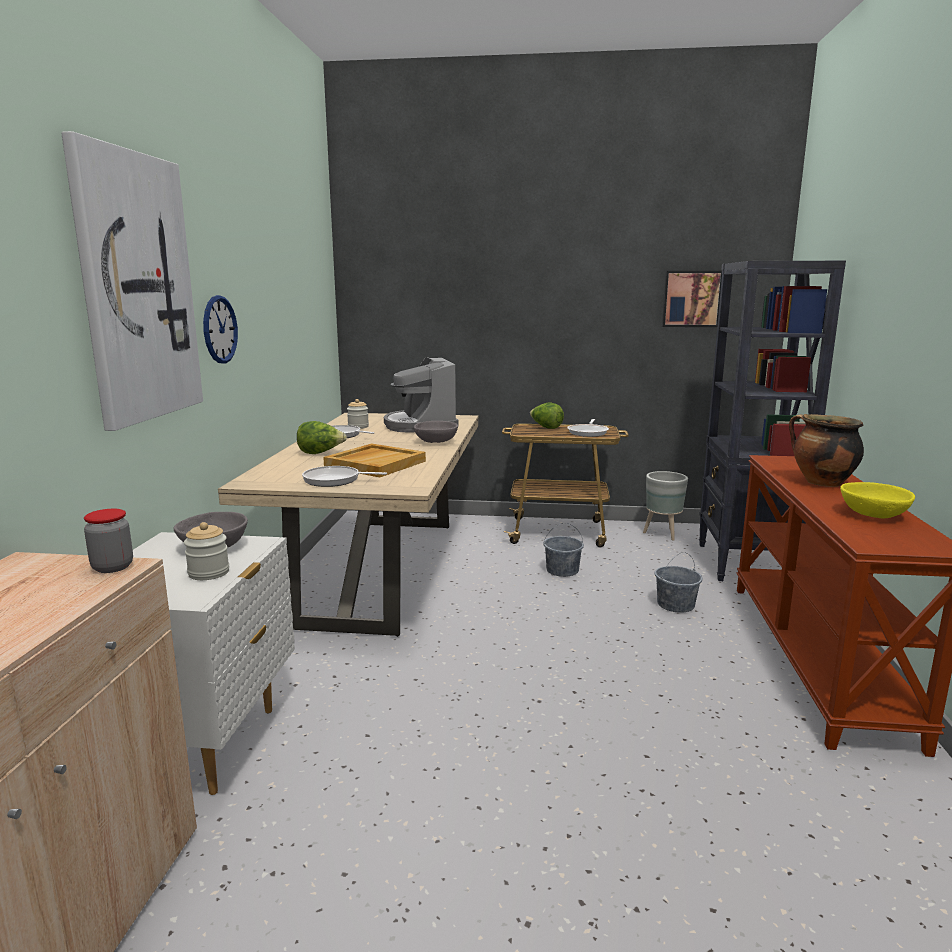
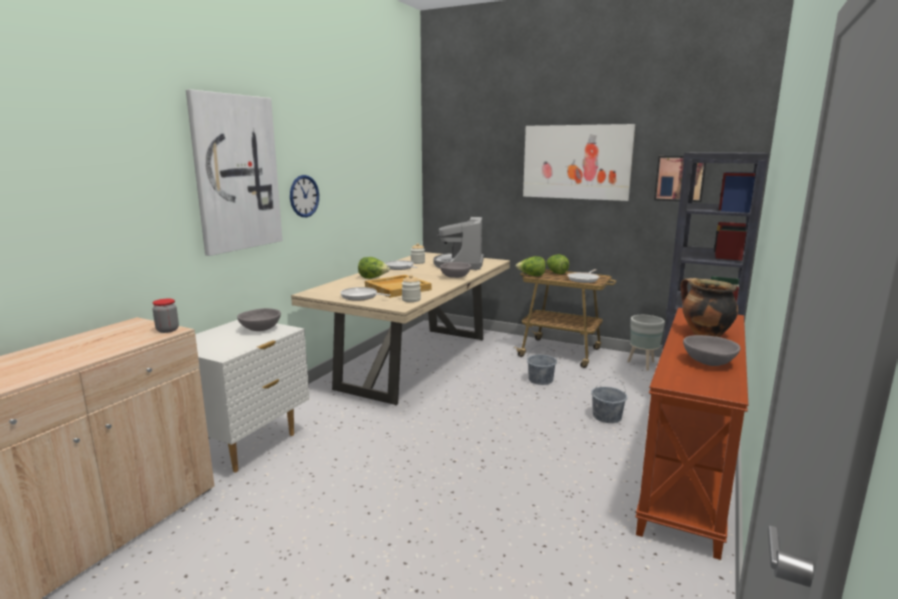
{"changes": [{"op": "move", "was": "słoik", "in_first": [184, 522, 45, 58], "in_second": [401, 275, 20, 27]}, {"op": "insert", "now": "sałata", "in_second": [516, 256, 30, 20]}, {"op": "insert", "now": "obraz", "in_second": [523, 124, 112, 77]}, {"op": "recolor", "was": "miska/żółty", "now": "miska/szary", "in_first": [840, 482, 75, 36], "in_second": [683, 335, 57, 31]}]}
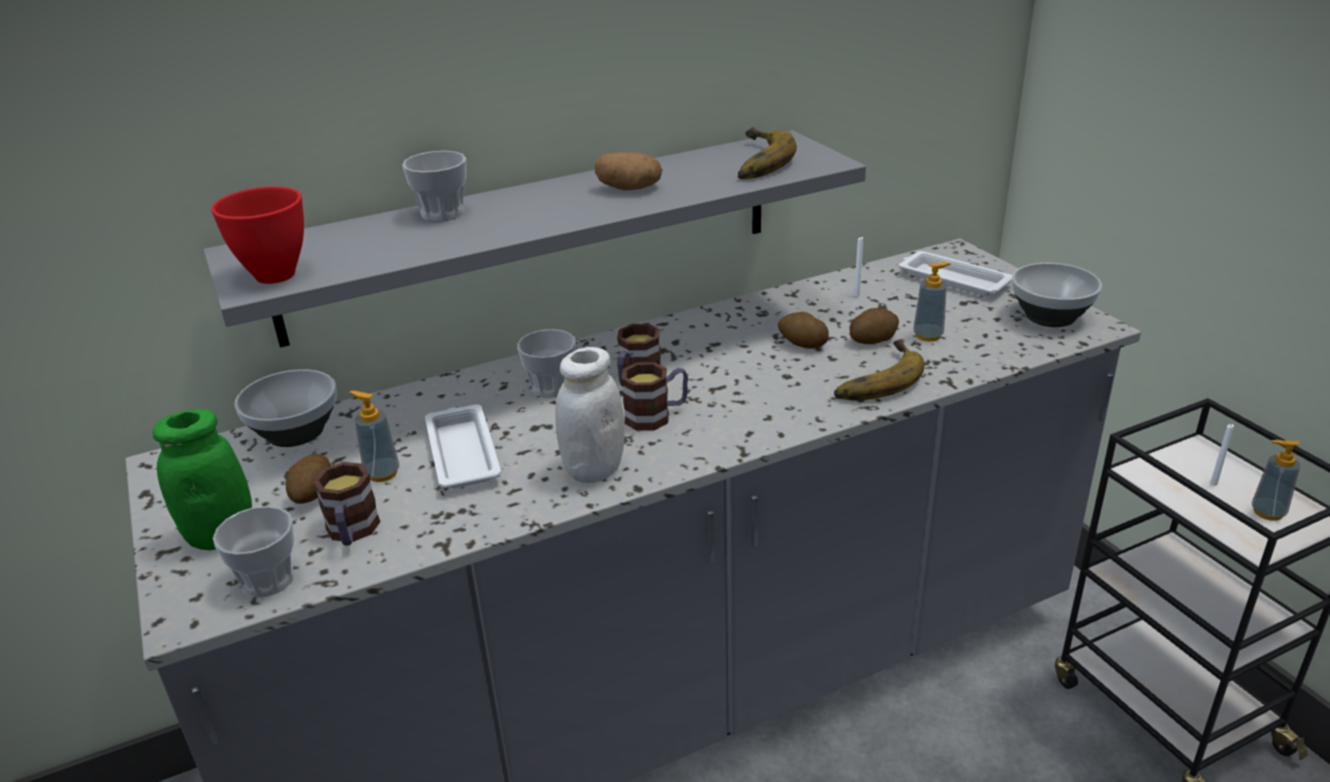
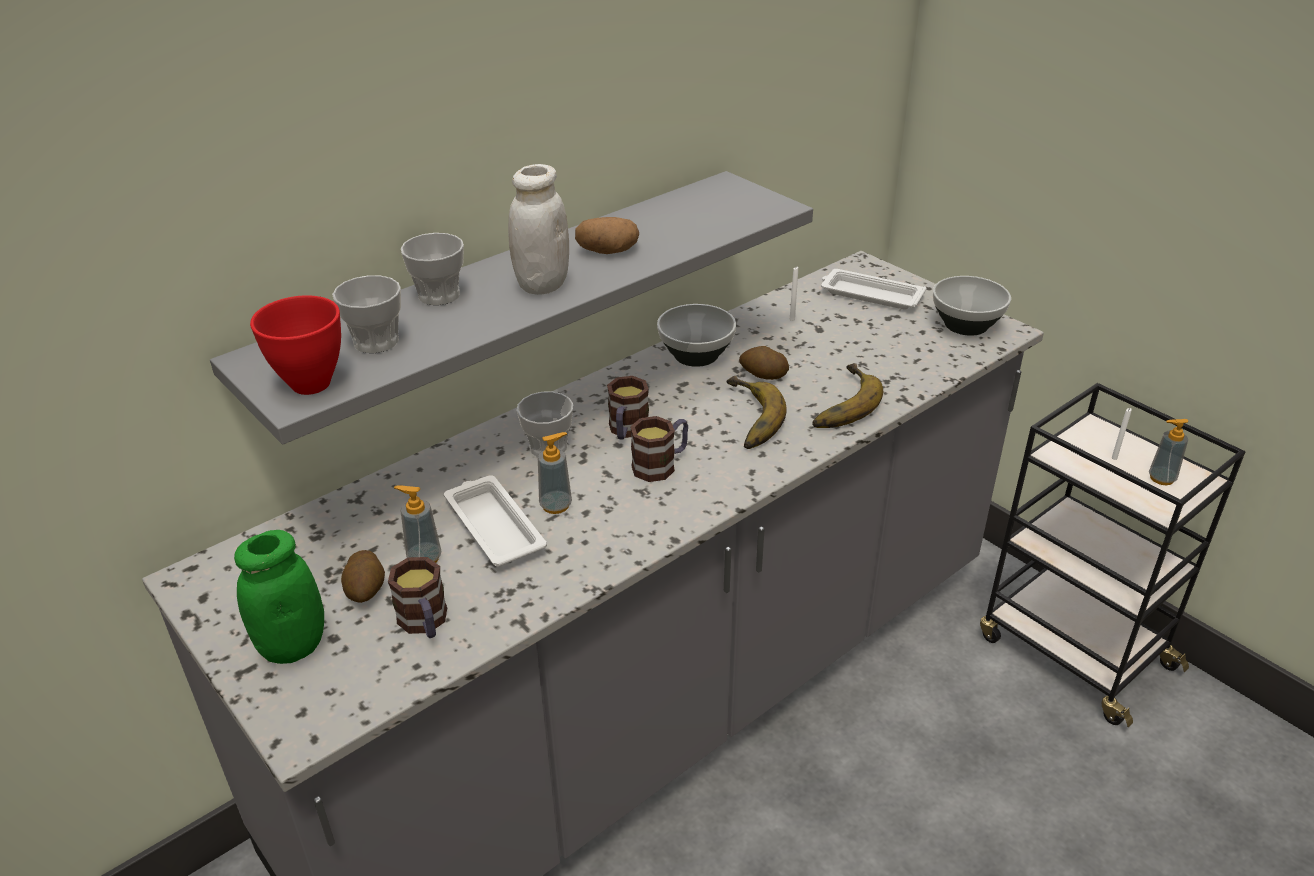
{"changes": [{"op": "move", "was": "filiżanka", "in_first": [213, 506, 82, 91], "in_second": [332, 275, 69, 78]}, {"op": "move", "was": "słoik/biały", "in_first": [555, 347, 69, 136], "in_second": [508, 164, 61, 131]}, {"op": "move", "was": "dozownik mydła", "in_first": [913, 262, 38, 80], "in_second": [538, 432, 34, 82]}, {"op": "move", "was": "miska", "in_first": [235, 369, 102, 78], "in_second": [657, 304, 79, 63]}, {"op": "move", "was": "banan", "in_first": [738, 127, 59, 52], "in_second": [726, 376, 61, 73]}, {"op": "delete", "was": "ziemniak", "in_first": [850, 308, 49, 36]}]}
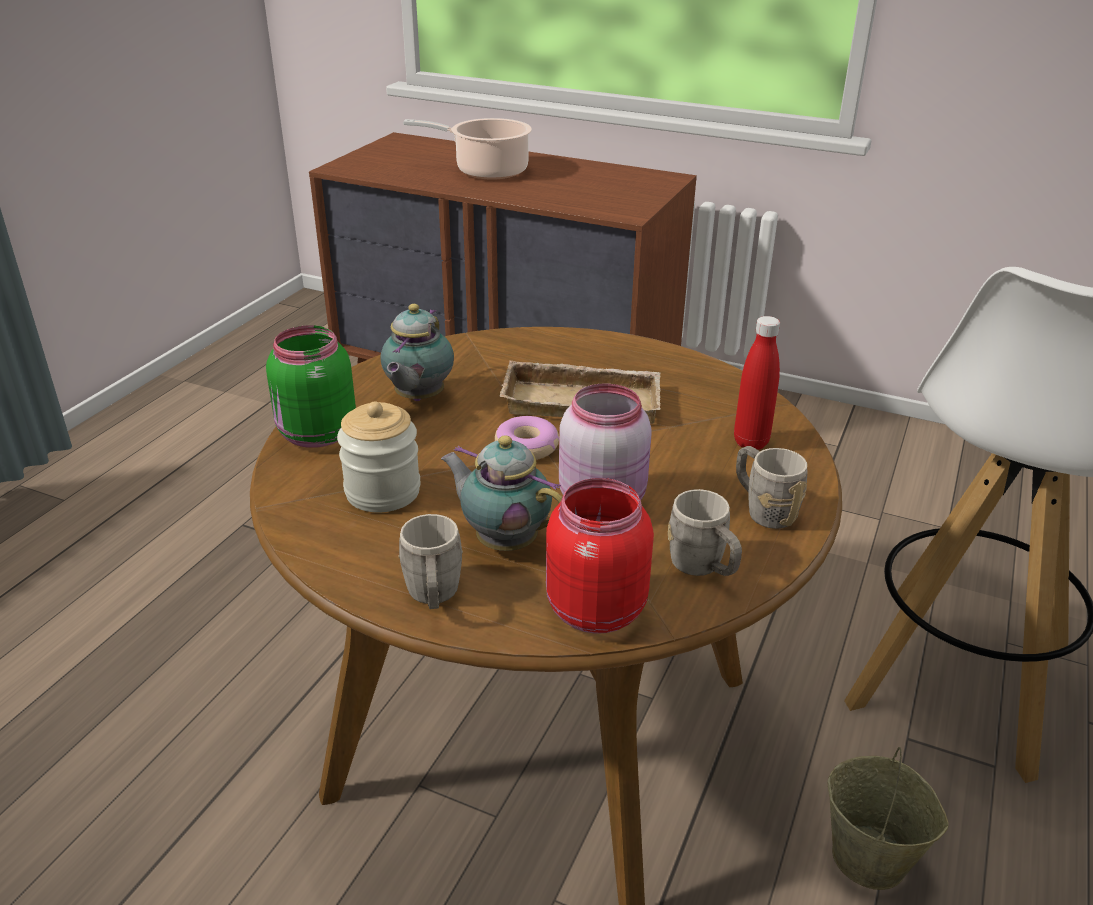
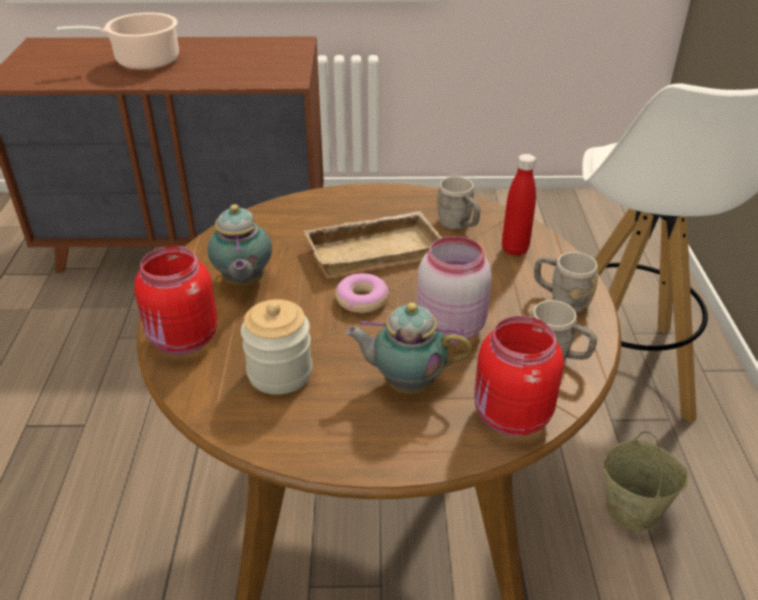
{"changes": [{"op": "recolor", "was": "słoik/zielony", "now": "słoik/czerwony", "in_first": [266, 325, 90, 123], "in_second": [134, 246, 83, 109]}, {"op": "move", "was": "kubek/szary", "in_first": [399, 514, 64, 95], "in_second": [437, 176, 43, 53]}]}
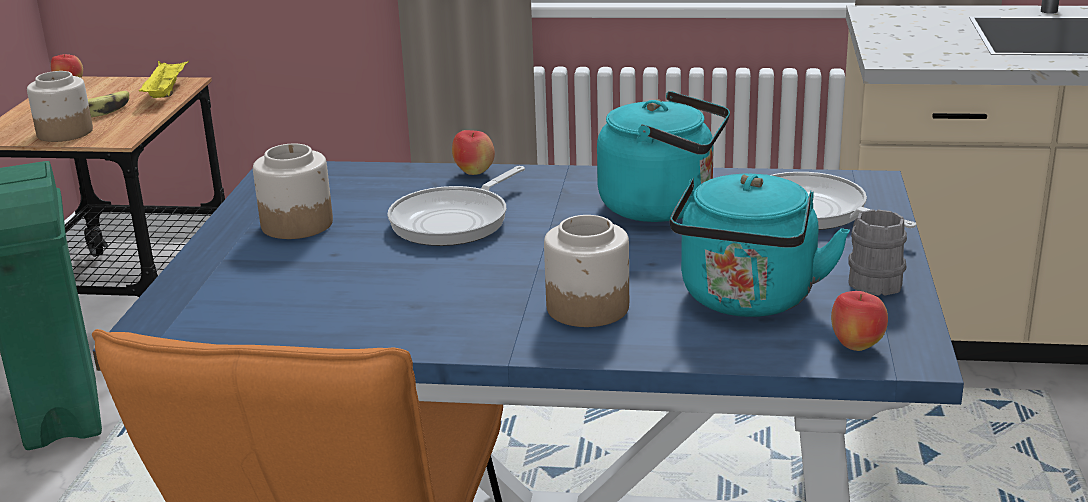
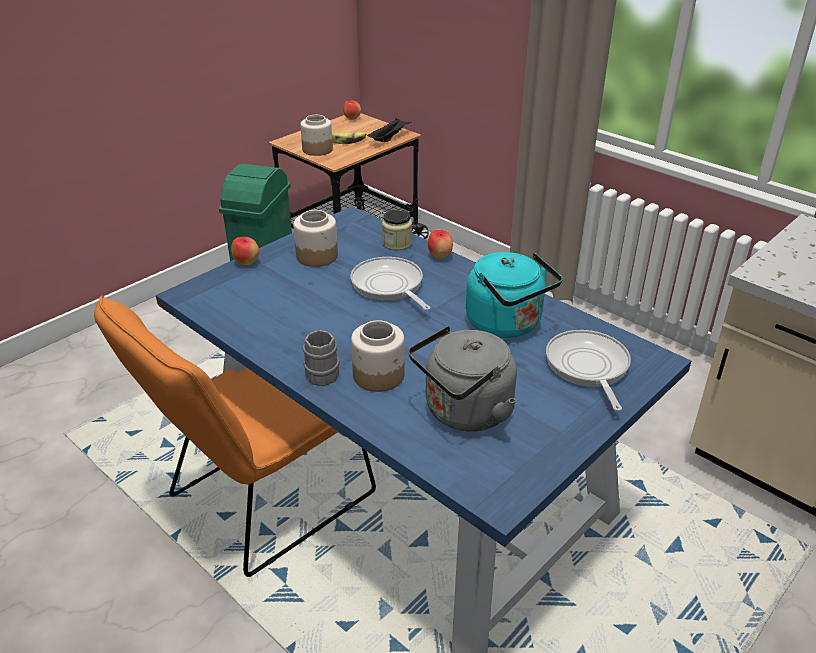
{"changes": [{"op": "move", "was": "jabłko", "in_first": [831, 291, 57, 60], "in_second": [231, 237, 28, 28]}, {"op": "move", "was": "kubek/szary", "in_first": [849, 209, 58, 87], "in_second": [303, 330, 37, 56]}, {"op": "rotate", "was": "patelnia", "in_first": [388, 166, 137, 80], "in_second": [350, 257, 81, 54], "clockwise": 75}, {"op": "recolor", "was": "taca/żółty", "now": "taca/czarny", "in_first": [139, 60, 50, 38], "in_second": [367, 118, 44, 24]}, {"op": "insert", "now": "słoik", "in_second": [382, 209, 30, 41]}, {"op": "recolor", "was": "czajnik/turkusowy", "now": "czajnik/szary", "in_first": [670, 174, 180, 143], "in_second": [408, 326, 109, 106]}]}
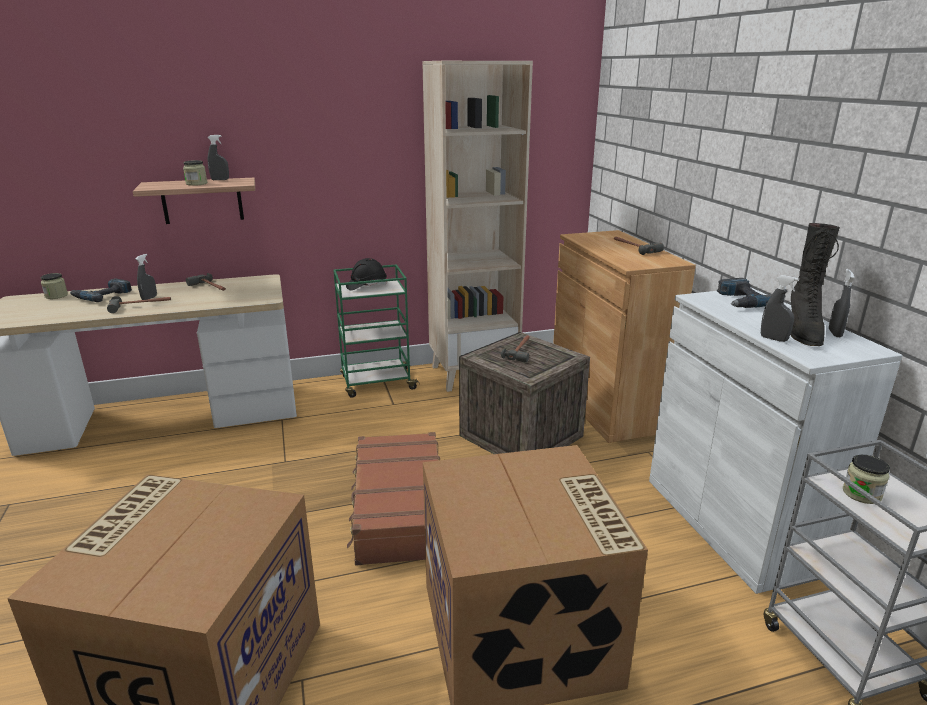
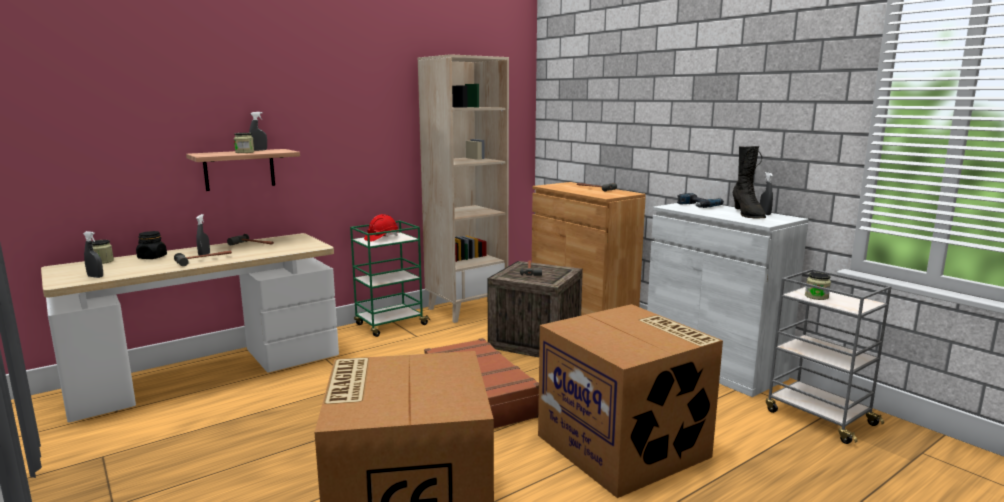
{"changes": [{"op": "move", "was": "spryskiwacz/szary", "in_first": [761, 275, 38, 67], "in_second": [83, 231, 20, 47]}, {"op": "replace", "was": "wiertarka", "now": "słoik/czarny", "in_first": [70, 278, 62, 24], "in_second": [136, 231, 31, 28]}, {"op": "recolor", "was": "kask/czarny", "now": "kask/czerwony", "in_first": [346, 258, 41, 32], "in_second": [364, 214, 34, 28]}]}
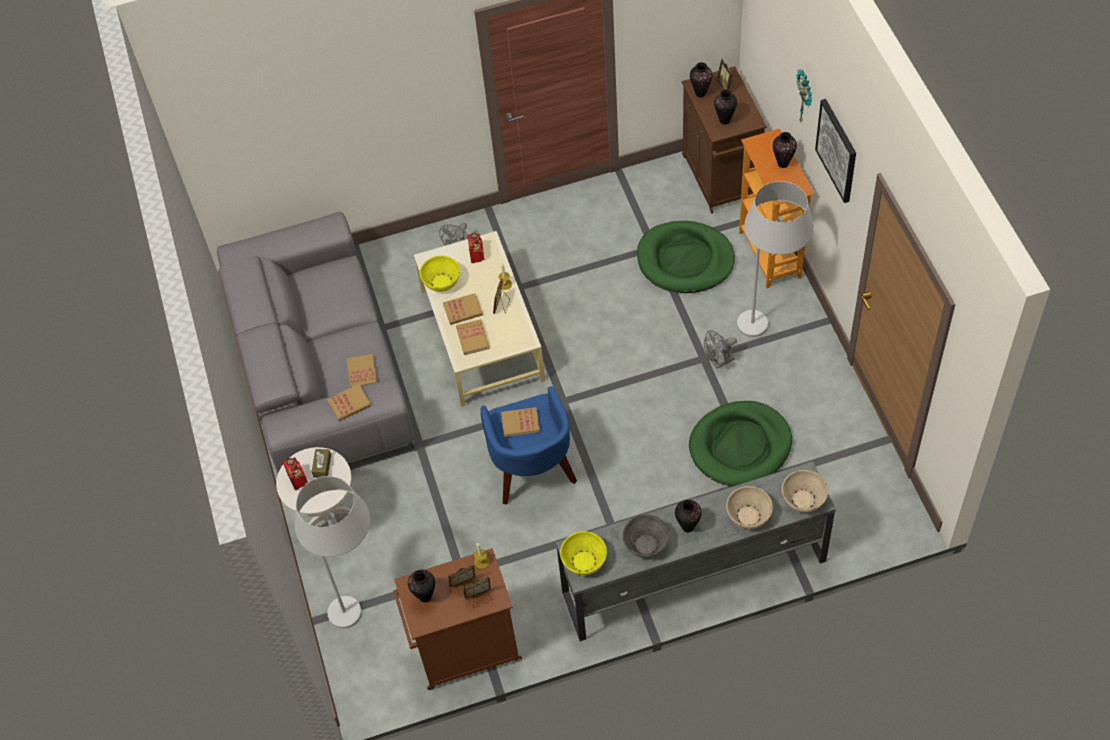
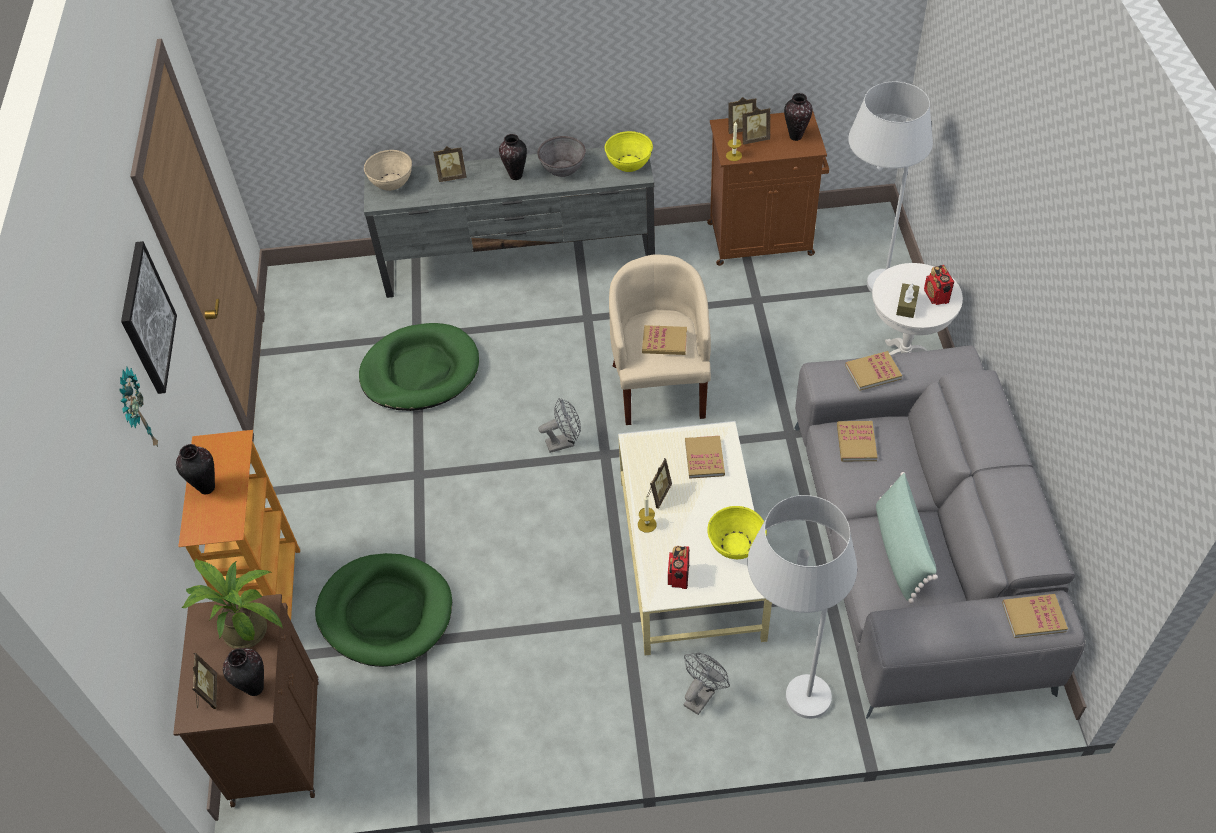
{"changes": [{"op": "replace", "was": "wazon", "now": "roślina doniczkowa", "in_first": [714, 89, 23, 36], "in_second": [181, 559, 102, 90]}, {"op": "replace", "was": "miska/beżowy", "now": "ramka na zdjęcie", "in_first": [726, 486, 47, 43], "in_second": [433, 146, 34, 36]}, {"op": "move", "was": "wentylator/szary", "in_first": [704, 330, 33, 39], "in_second": [538, 398, 43, 55]}, {"op": "recolor", "was": "fotel/niebieski", "now": "fotel/beżowy", "in_first": [480, 386, 97, 119], "in_second": [609, 255, 102, 170]}, {"op": "move", "was": "lampa stojąca/biały", "in_first": [737, 181, 77, 156], "in_second": [748, 495, 109, 224]}, {"op": "insert", "now": "poduszka/zielony", "in_second": [876, 472, 62, 132]}, {"op": "move", "was": "książka", "in_first": [443, 293, 40, 32], "in_second": [1002, 594, 66, 44]}]}
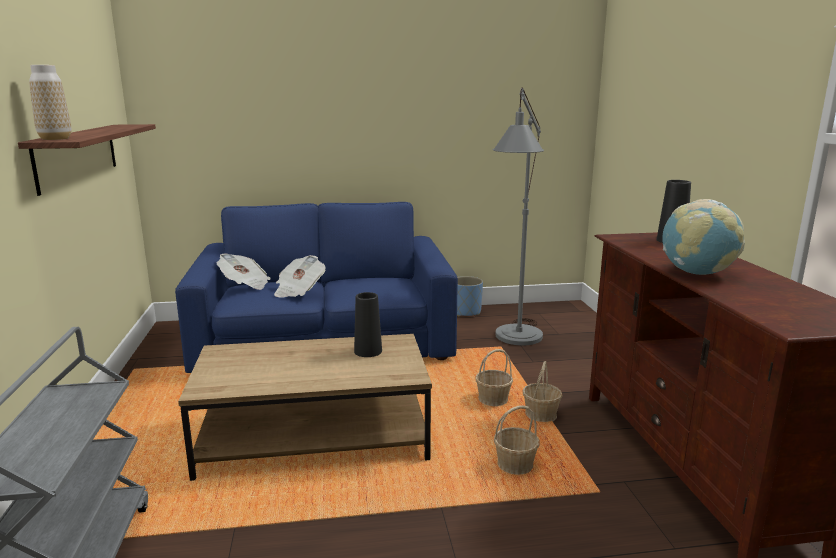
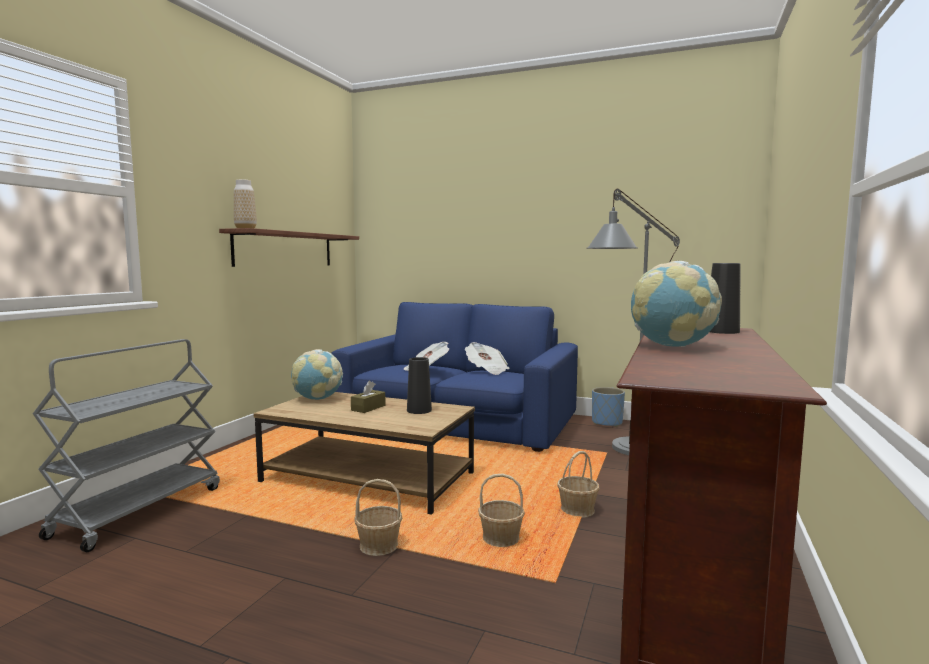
{"changes": [{"op": "insert", "now": "globus", "in_second": [291, 349, 52, 51]}, {"op": "insert", "now": "pudełko chusteczek/brązowy", "in_second": [351, 381, 35, 32]}, {"op": "move", "was": "koszyk", "in_first": [475, 349, 38, 57], "in_second": [355, 479, 47, 77]}, {"op": "move", "was": "gazeta", "in_first": [217, 253, 54, 37], "in_second": [465, 342, 44, 33]}]}
